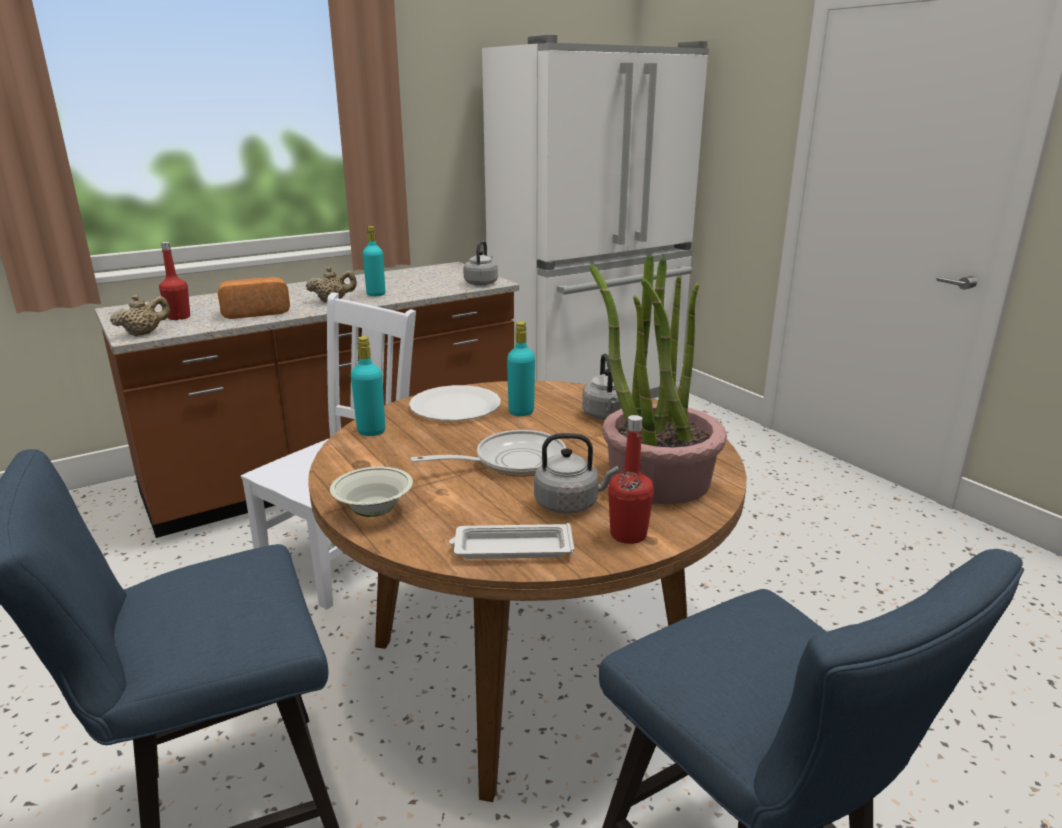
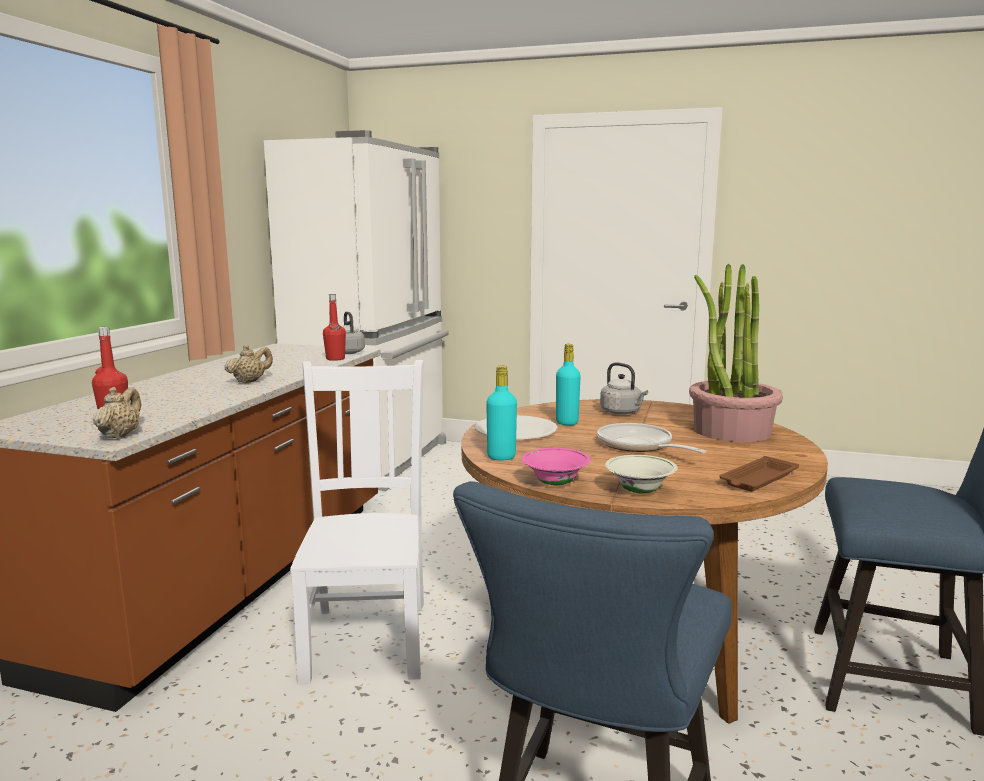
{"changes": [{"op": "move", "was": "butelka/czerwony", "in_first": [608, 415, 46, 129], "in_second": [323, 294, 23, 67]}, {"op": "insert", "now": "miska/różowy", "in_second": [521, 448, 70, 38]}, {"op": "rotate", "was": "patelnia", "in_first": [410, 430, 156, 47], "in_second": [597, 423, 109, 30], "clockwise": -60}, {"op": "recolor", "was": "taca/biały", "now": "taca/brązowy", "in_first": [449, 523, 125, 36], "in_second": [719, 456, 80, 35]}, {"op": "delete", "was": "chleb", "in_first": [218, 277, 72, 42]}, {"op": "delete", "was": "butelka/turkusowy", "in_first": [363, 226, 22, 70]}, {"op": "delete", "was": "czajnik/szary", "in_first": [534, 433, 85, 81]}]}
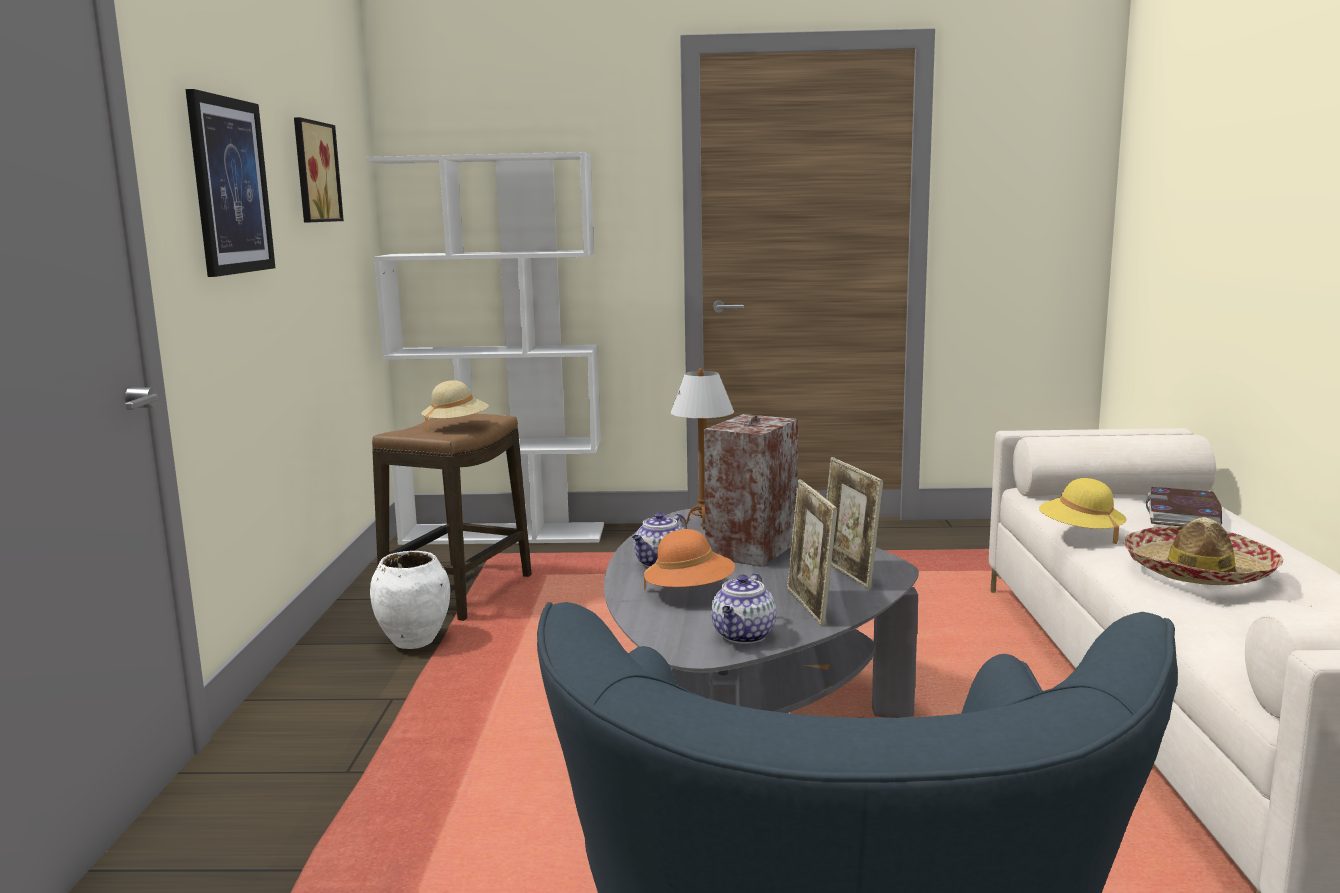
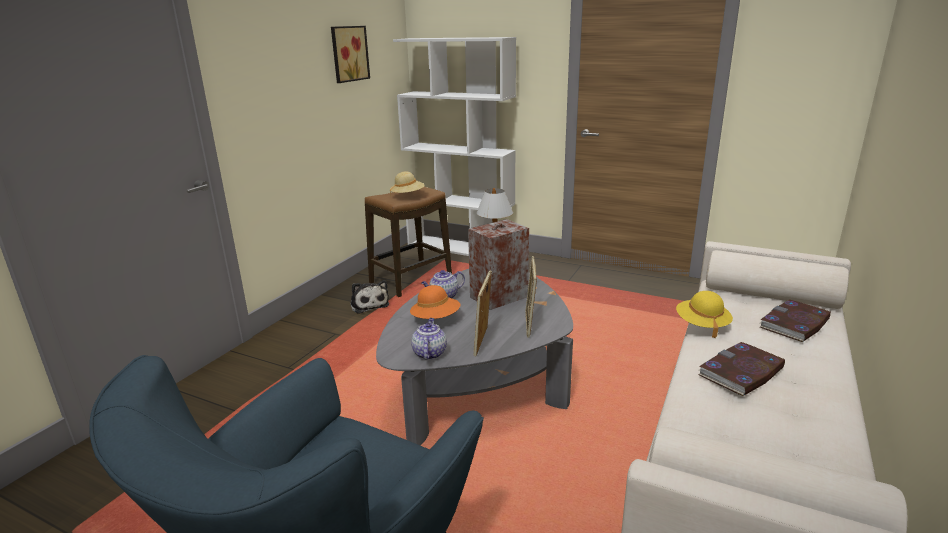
{"changes": [{"op": "replace", "was": "wazon/biały", "now": "pluszak", "in_first": [370, 551, 80, 98], "in_second": [350, 280, 39, 34]}, {"op": "rotate", "was": "imbryk", "in_first": [711, 573, 65, 71], "in_second": [411, 318, 36, 42], "clockwise": 135}, {"op": "replace", "was": "kapelusz", "now": "książka", "in_first": [1124, 517, 159, 68], "in_second": [698, 342, 87, 54]}, {"op": "delete", "was": "obraz", "in_first": [185, 89, 91, 188]}]}
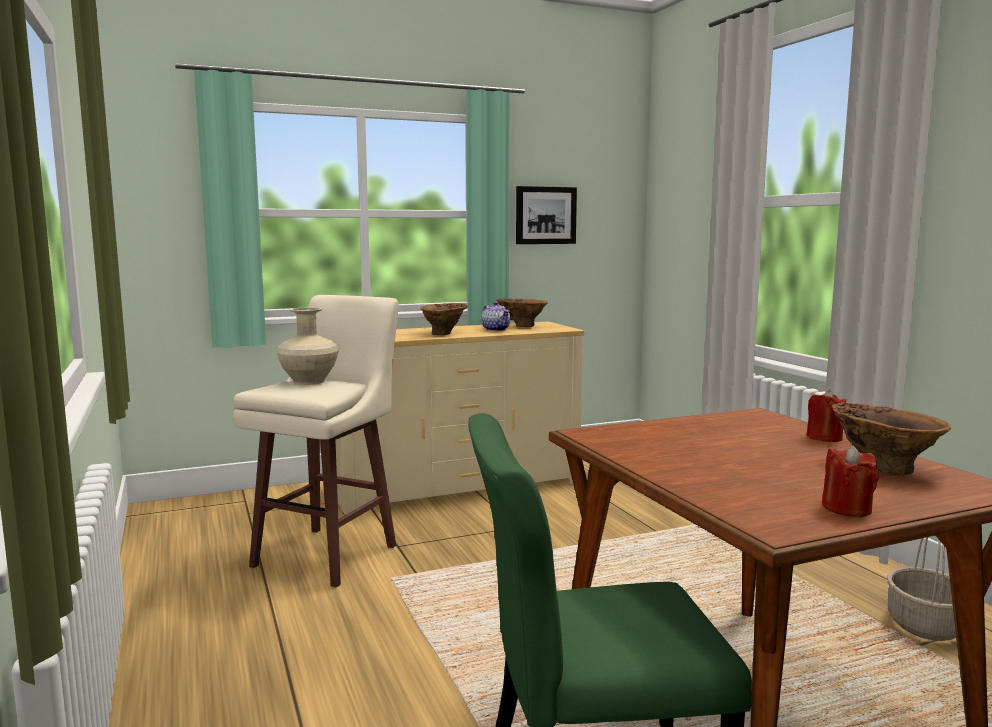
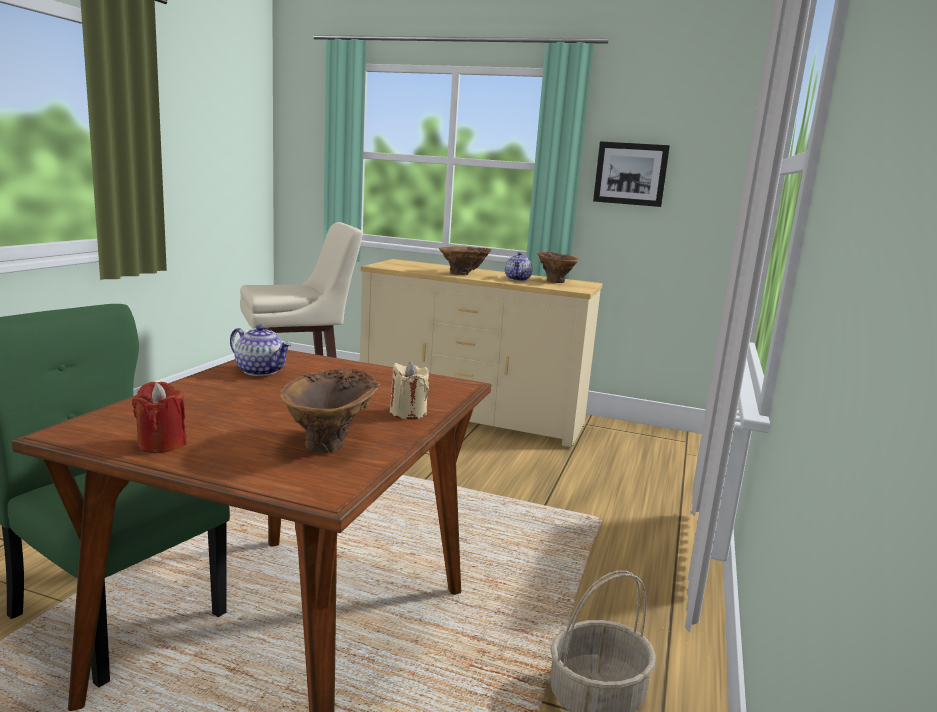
{"changes": [{"op": "insert", "now": "imbryk", "in_second": [230, 325, 61, 51]}, {"op": "recolor", "was": "świeca/czerwony", "now": "świeca/beżowy", "in_first": [806, 390, 41, 52], "in_second": [390, 361, 39, 58]}, {"op": "delete", "was": "wazon/beżowy", "in_first": [277, 307, 62, 78]}]}
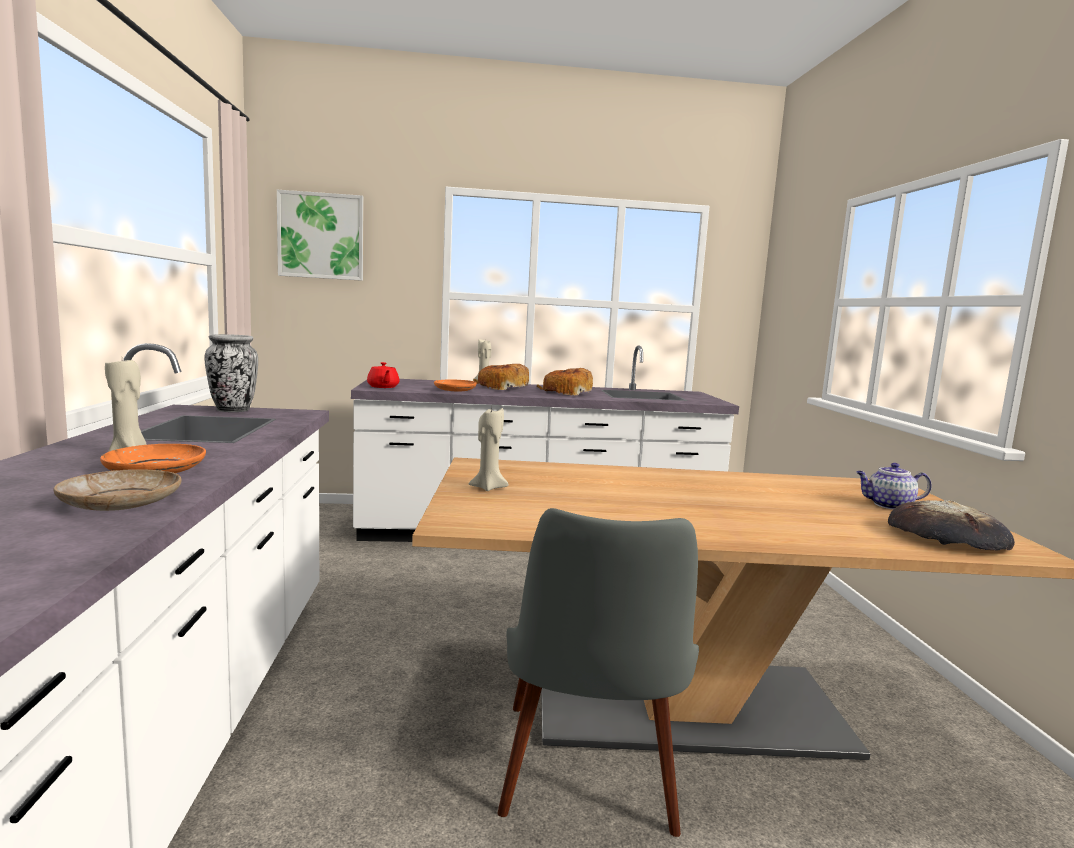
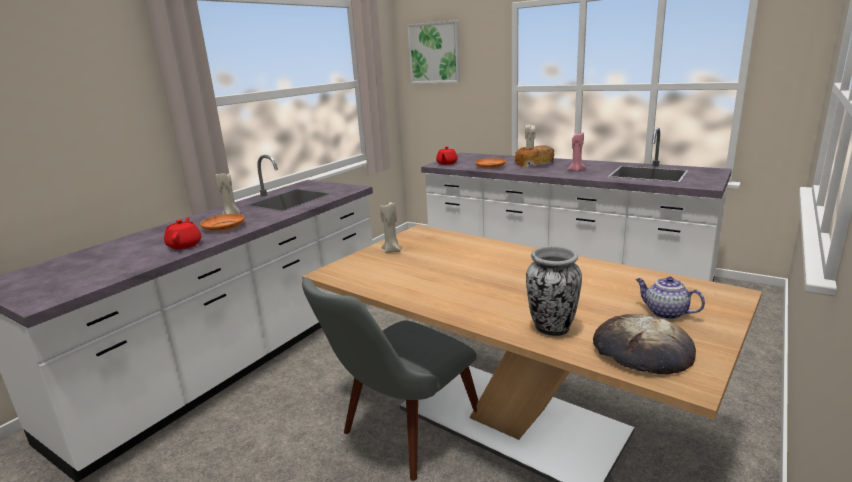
{"changes": [{"op": "replace", "was": "talerz/beżowy", "now": "imbryk/czerwony", "in_first": [53, 469, 129, 42], "in_second": [164, 217, 38, 32]}, {"op": "move", "was": "wazon", "in_first": [204, 334, 54, 78], "in_second": [526, 246, 56, 90]}, {"op": "replace", "was": "chleb", "now": "świeca/różowy", "in_first": [537, 368, 56, 28], "in_second": [567, 132, 19, 40]}]}
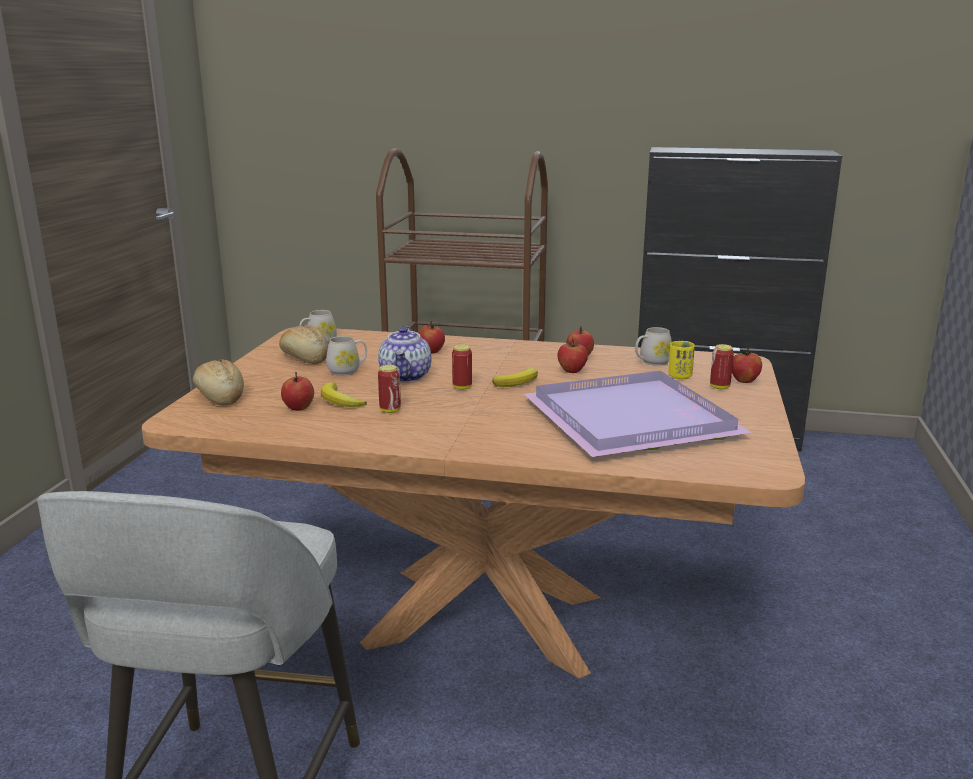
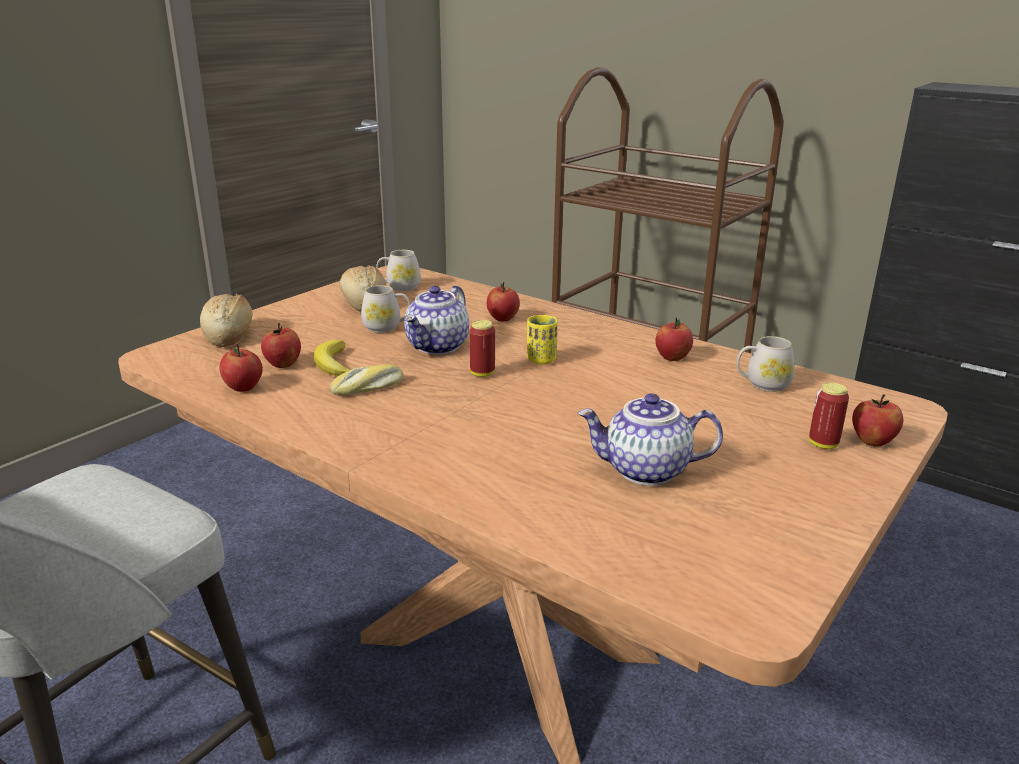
{"changes": [{"op": "move", "was": "jabłko", "in_first": [557, 339, 31, 34], "in_second": [220, 344, 43, 48]}, {"op": "replace", "was": "puszka", "now": "chleb", "in_first": [378, 365, 23, 48], "in_second": [330, 364, 74, 31]}, {"op": "move", "was": "filiżanka/żółty", "in_first": [668, 341, 27, 39], "in_second": [527, 315, 31, 50]}, {"op": "replace", "was": "taca/fioletowy", "now": "imbryk", "in_first": [524, 371, 229, 86], "in_second": [577, 393, 146, 93]}, {"op": "delete", "was": "banan", "in_first": [492, 368, 46, 19]}]}
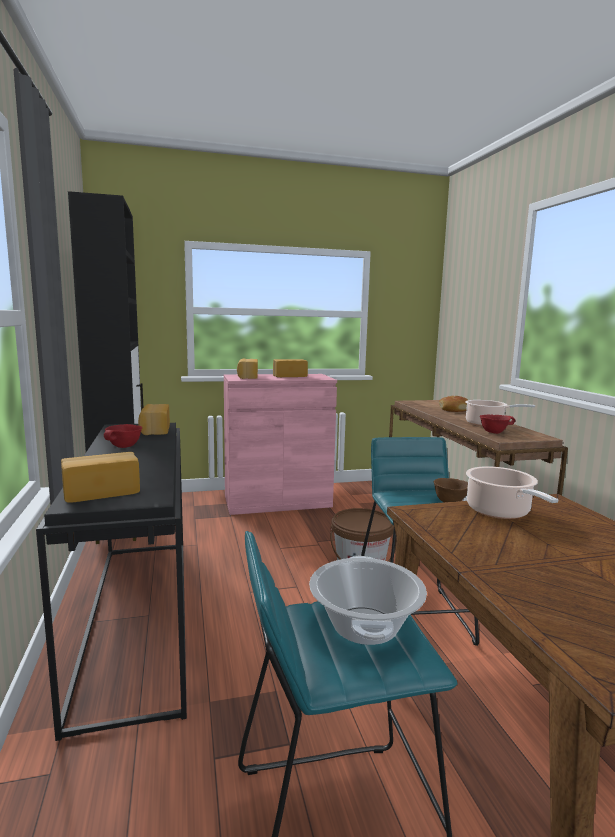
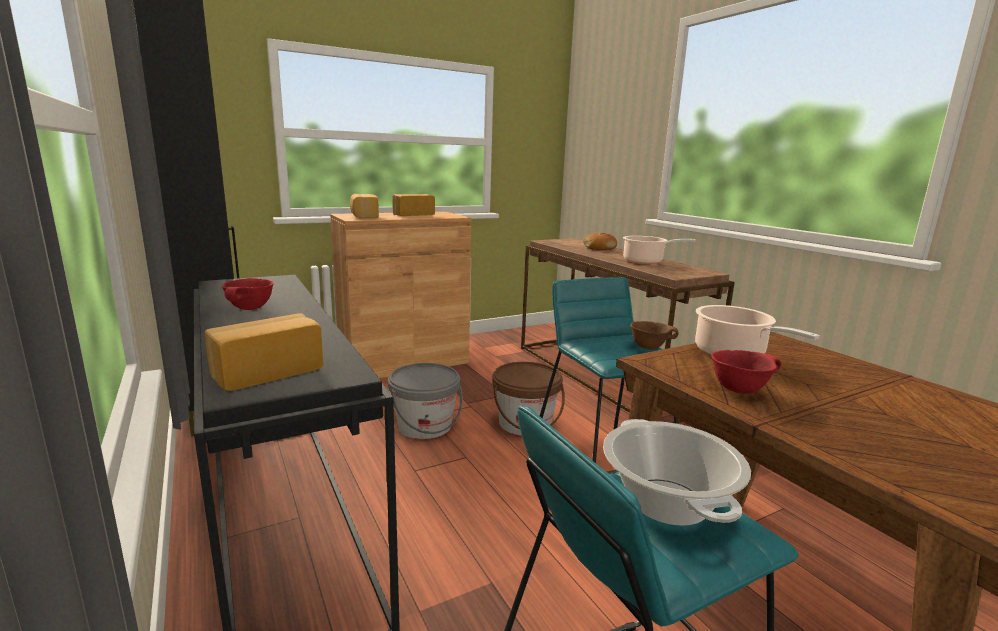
{"changes": [{"op": "recolor", "was": "szafka/różowy", "now": "szafka/brązowy", "in_first": [224, 374, 113, 141], "in_second": [330, 212, 141, 166]}, {"op": "insert", "now": "wiadro/szary", "in_second": [388, 363, 75, 76]}, {"op": "move", "was": "miska/czerwony", "in_first": [480, 415, 35, 19], "in_second": [711, 350, 70, 44]}, {"op": "delete", "was": "chleb", "in_first": [138, 404, 32, 31]}]}
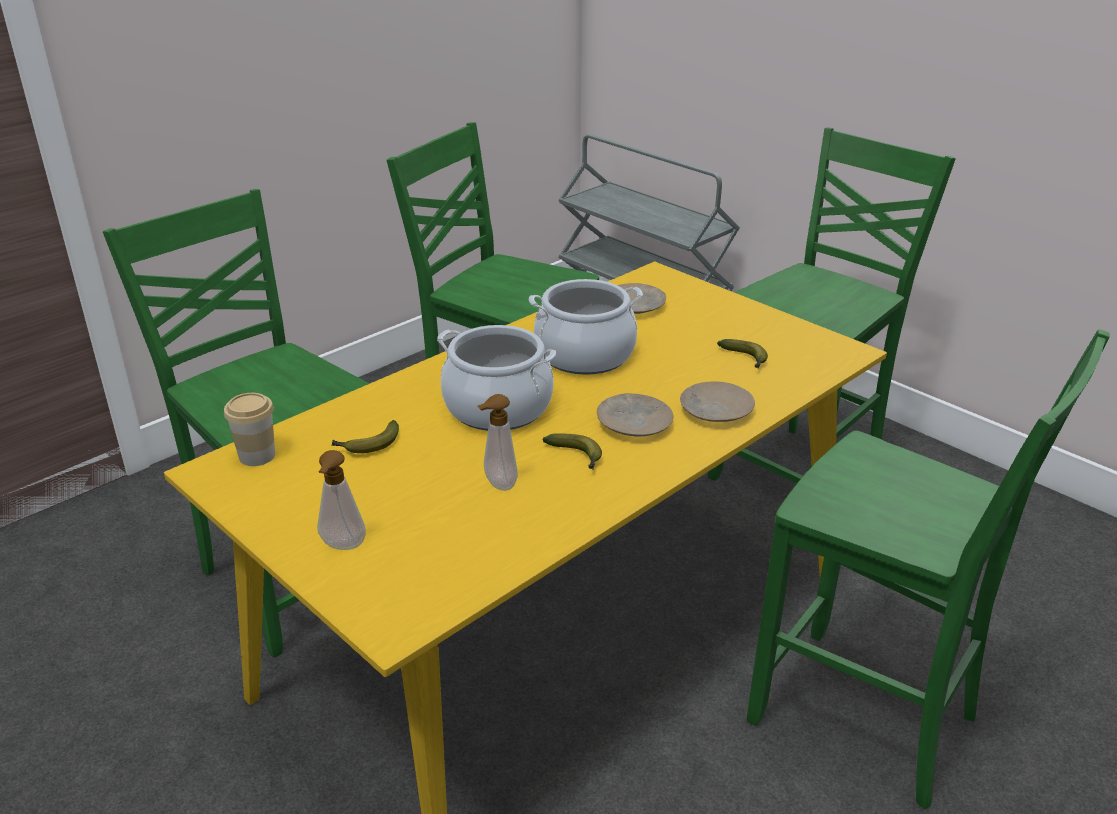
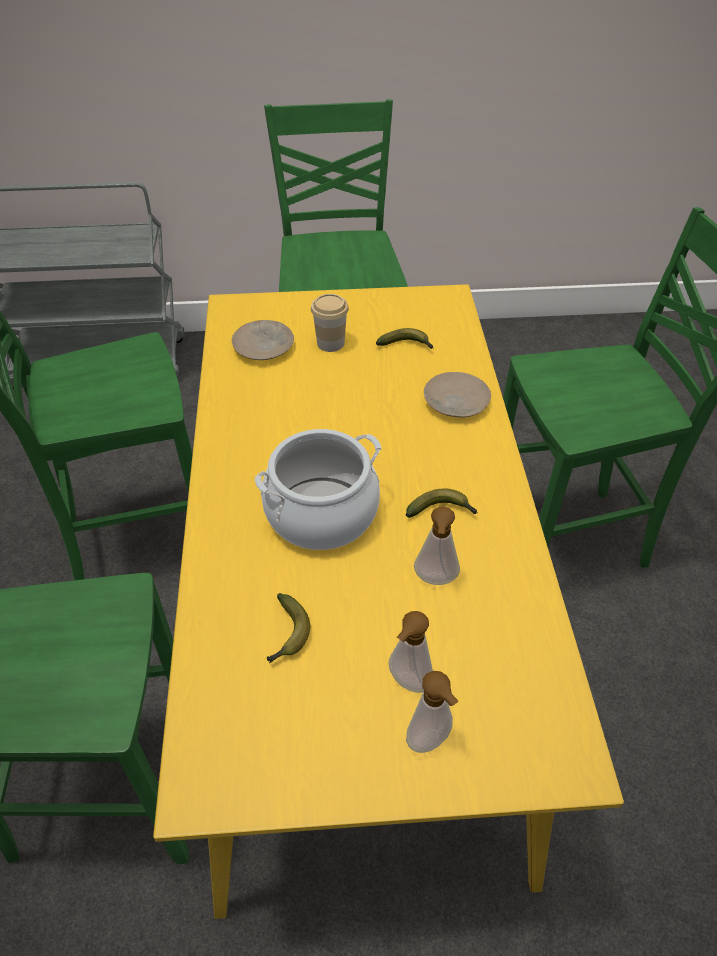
{"changes": [{"op": "move", "was": "filiżanka", "in_first": [224, 393, 51, 73], "in_second": [311, 294, 38, 58]}, {"op": "insert", "now": "dozownik mydła", "in_second": [389, 611, 44, 82]}, {"op": "delete", "was": "garnek", "in_first": [529, 279, 114, 96]}, {"op": "delete", "was": "talerz/beżowy", "in_first": [597, 393, 76, 43]}]}
